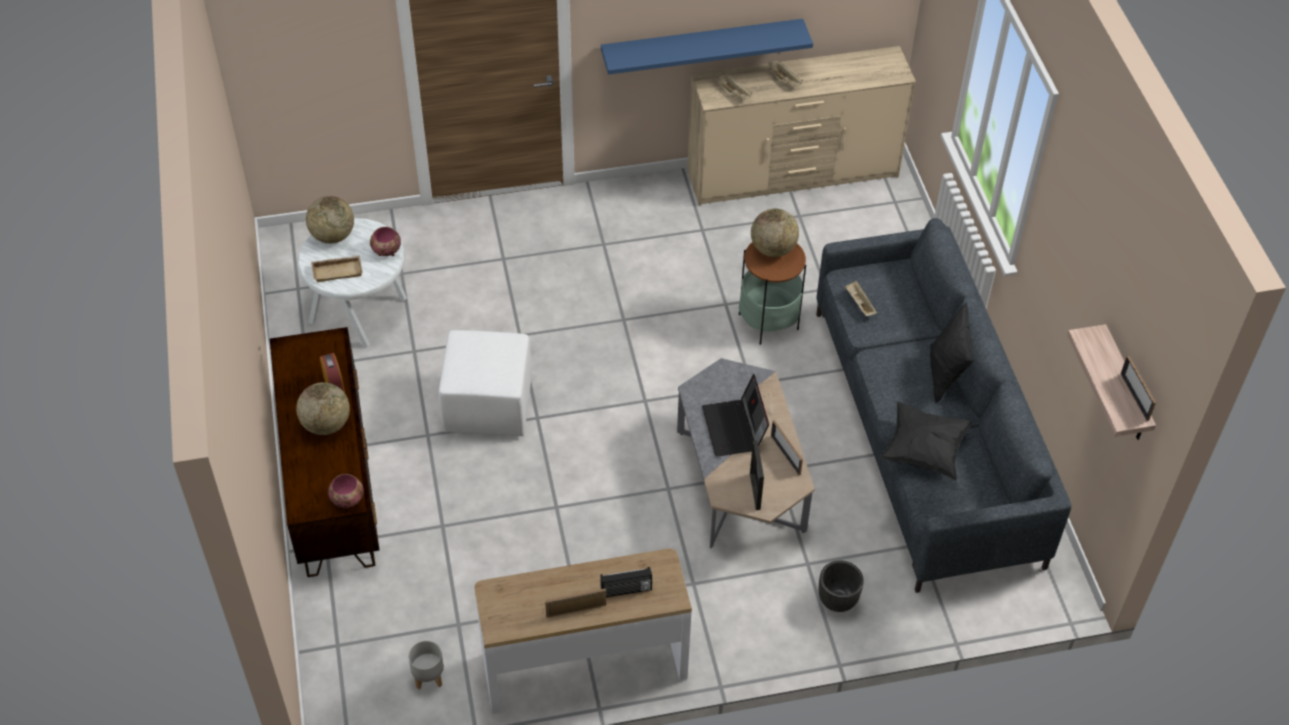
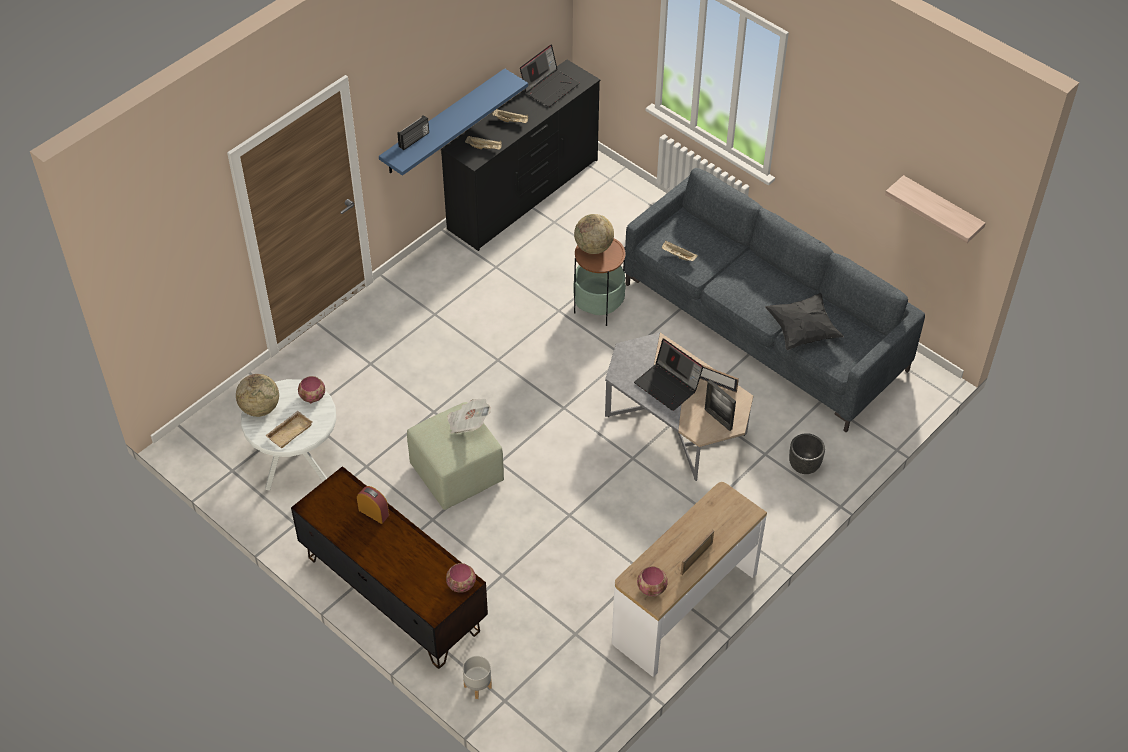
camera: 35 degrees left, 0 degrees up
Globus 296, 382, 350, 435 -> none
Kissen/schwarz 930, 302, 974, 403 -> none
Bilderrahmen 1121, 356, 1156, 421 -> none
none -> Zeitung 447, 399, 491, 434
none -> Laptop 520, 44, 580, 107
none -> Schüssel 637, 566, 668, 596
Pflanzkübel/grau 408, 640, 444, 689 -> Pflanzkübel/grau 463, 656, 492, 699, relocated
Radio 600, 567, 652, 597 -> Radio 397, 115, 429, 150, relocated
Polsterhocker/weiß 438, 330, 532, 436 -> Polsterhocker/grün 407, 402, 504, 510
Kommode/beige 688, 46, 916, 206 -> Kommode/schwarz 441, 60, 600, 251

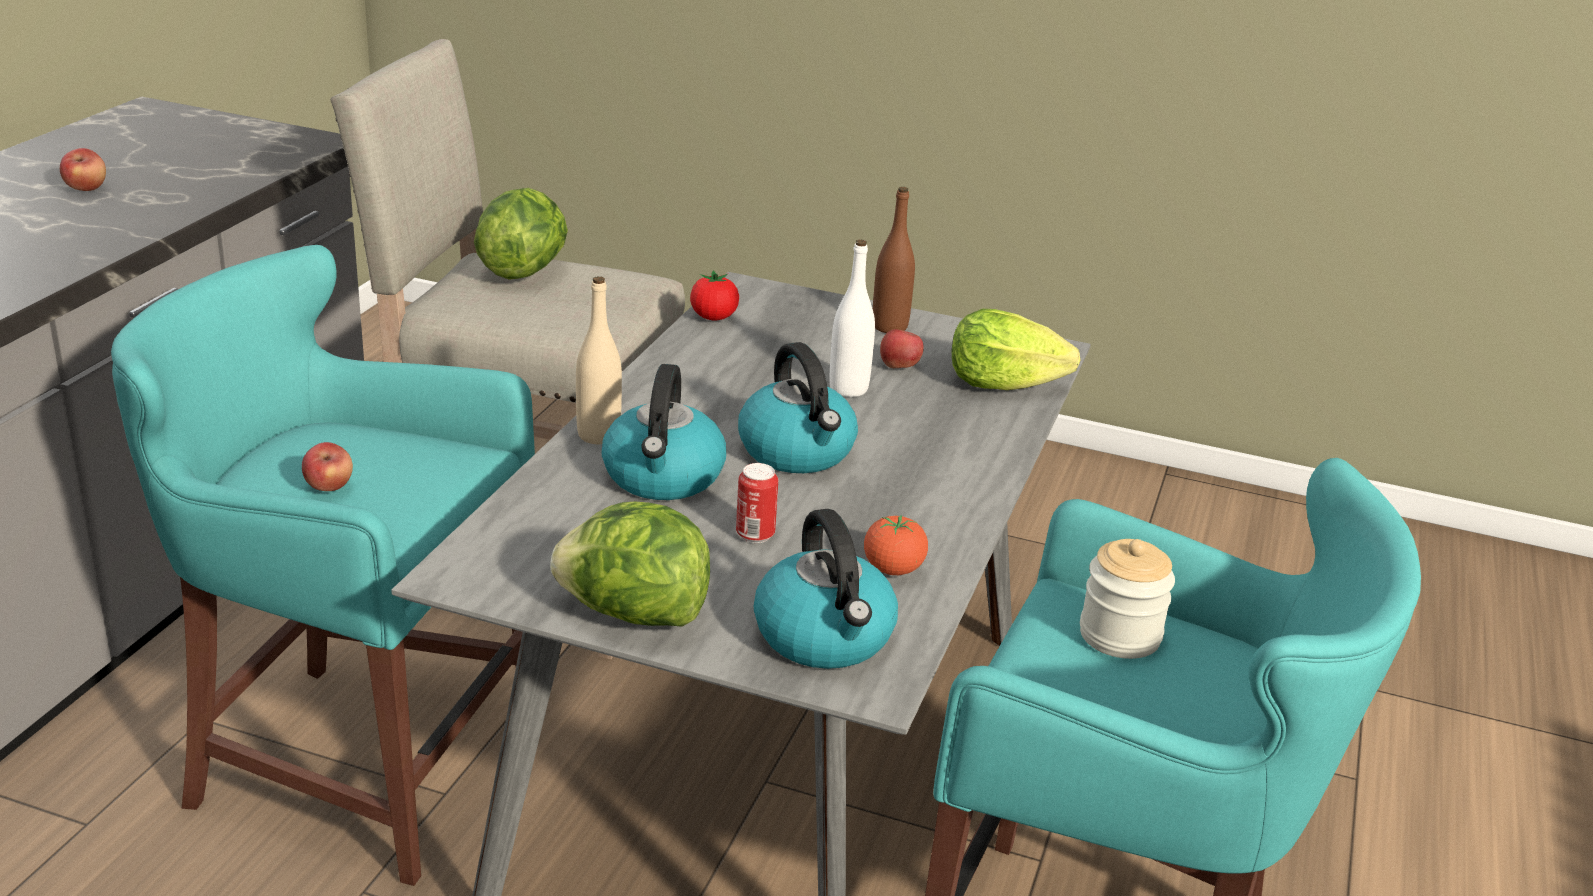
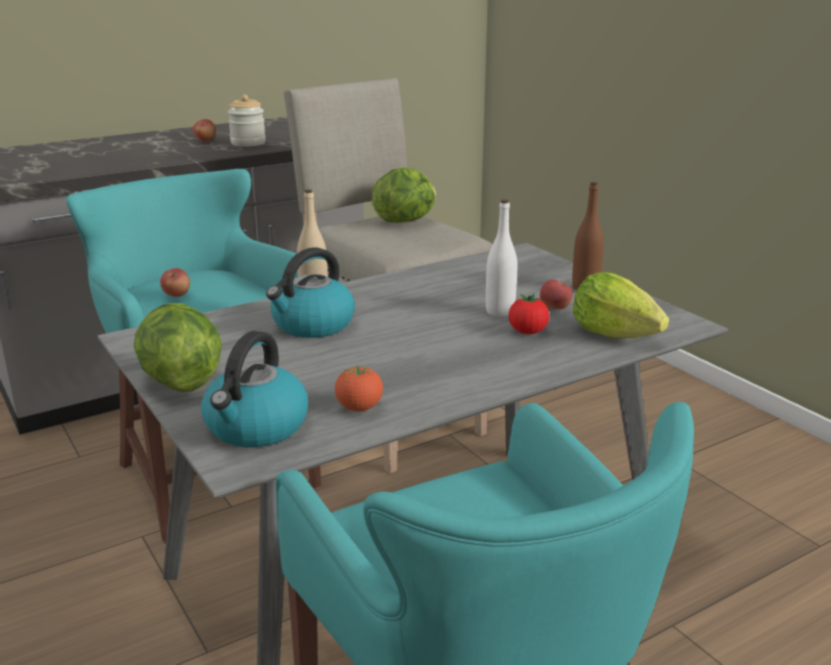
camera: 40 degrees right, 5 degrees down
Dose 736, 463, 778, 543 -> none
Wasserkessel 738, 342, 858, 473 -> none
Tomate 690, 270, 739, 321 -> Tomate 509, 294, 549, 334, relocated
Vorratsglas 1080, 539, 1175, 659 -> Vorratsglas 228, 95, 266, 147, relocated

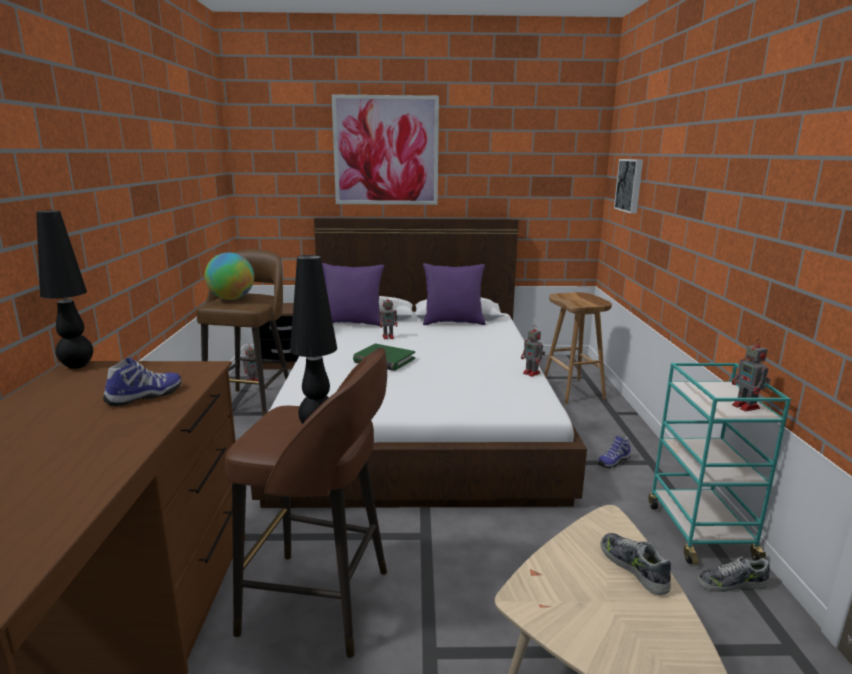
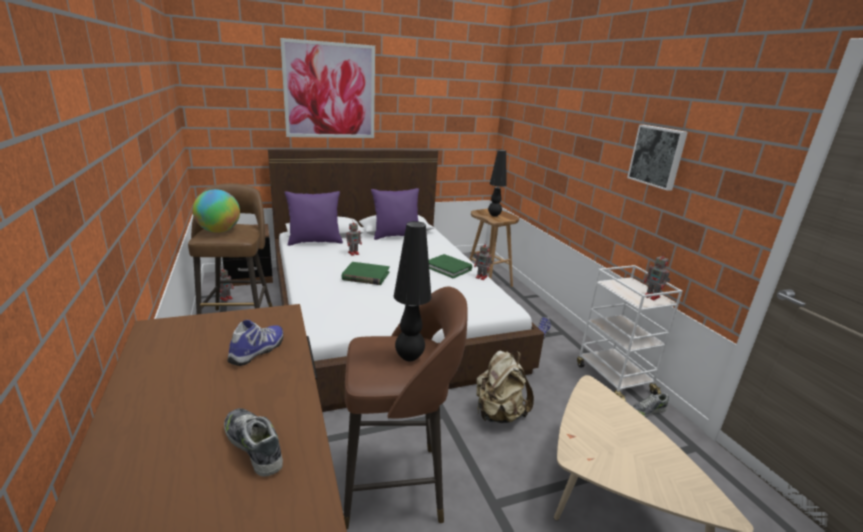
camera: 20 degrees left, 5 degrees up
none -> Buch/grün 429, 254, 472, 278
none -> Rucksack/beige 476, 350, 534, 423
Tischlampe/schwarz 36, 210, 93, 369 -> Tischlampe/schwarz 488, 150, 506, 217, relocated
Schuh 600, 533, 671, 595 -> Schuh 224, 408, 283, 477, relocated
Bild 614, 159, 643, 214 -> Bild 627, 125, 688, 191, relocated
Rollwagen/türkis 648, 363, 791, 565 -> Rollwagen/weiß 577, 265, 683, 401

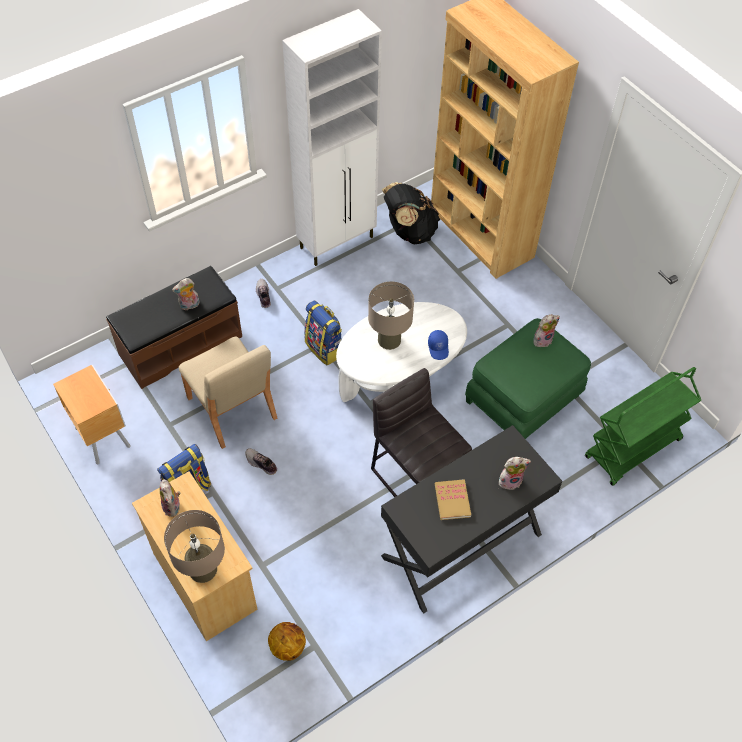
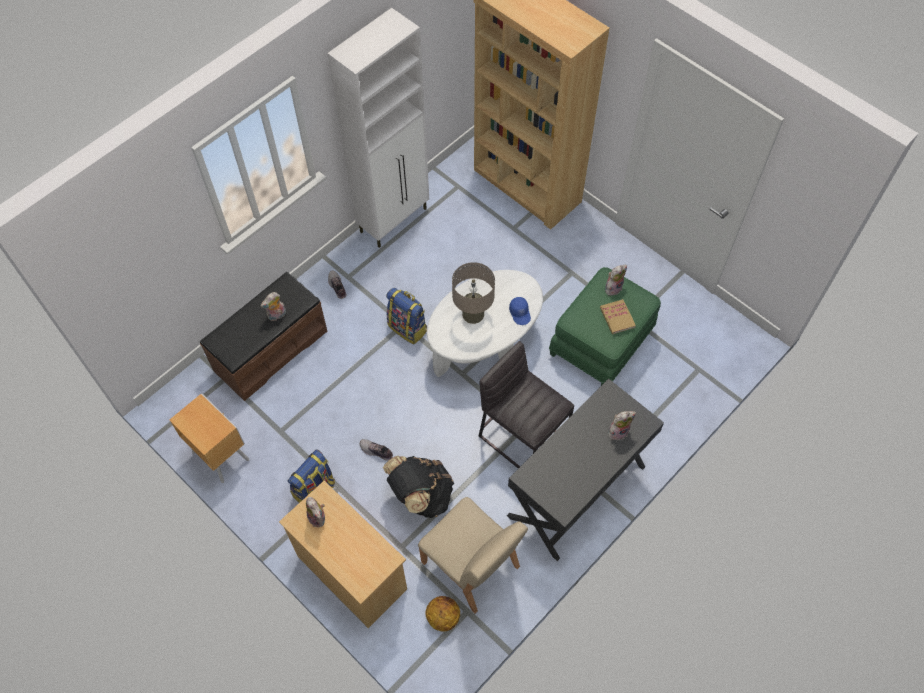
camera: 10 degrees left, 5 degrees up
Tischlampe/beige 164, 510, 225, 583 -> none
Rollwagen/grün 585, 367, 701, 486 -> none
Stuhl/beige 179, 337, 277, 449 -> Stuhl/beige 418, 497, 528, 614, relocated
Rucksack/schwarz 382, 182, 440, 244 -> Rucksack/schwarz 383, 456, 454, 518, relocated
Buch 435, 479, 471, 520 -> Buch 600, 299, 636, 334, relocated

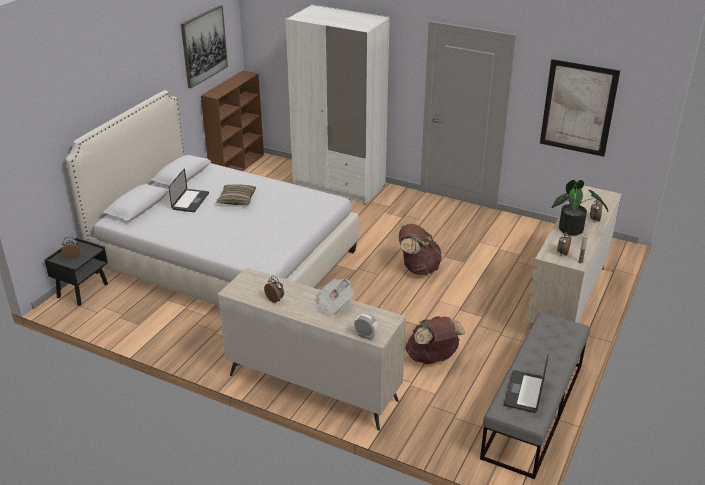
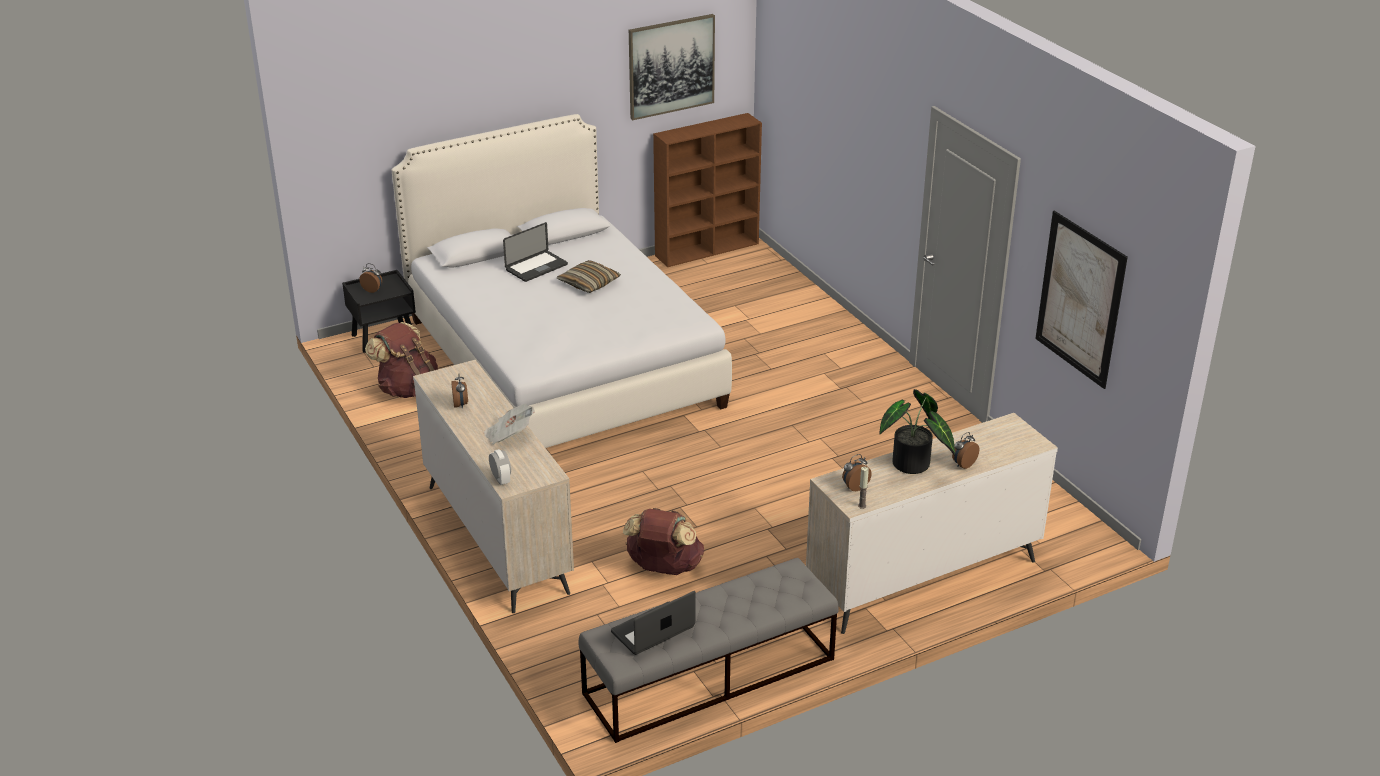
camera: 35 degrees right, 0 degrees up
Kleiderschrank/weiß 286, 5, 390, 205 -> none
Rucksack/braun 399, 224, 442, 275 -> Rucksack/braun 365, 322, 438, 398, relocated

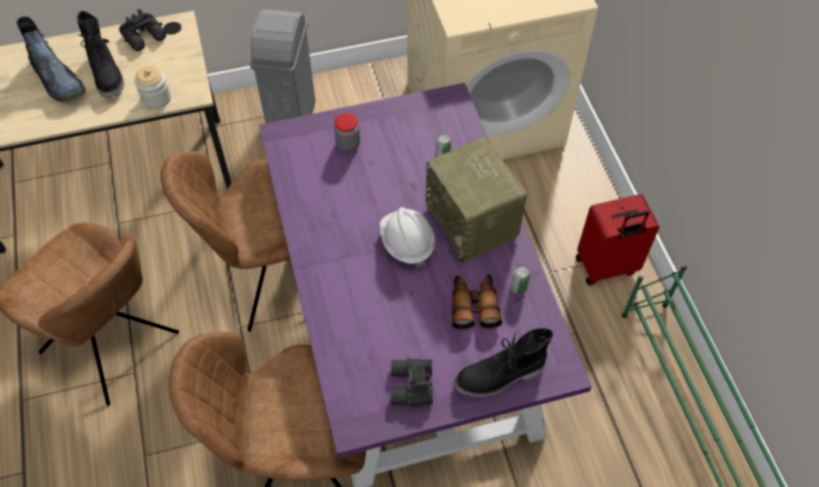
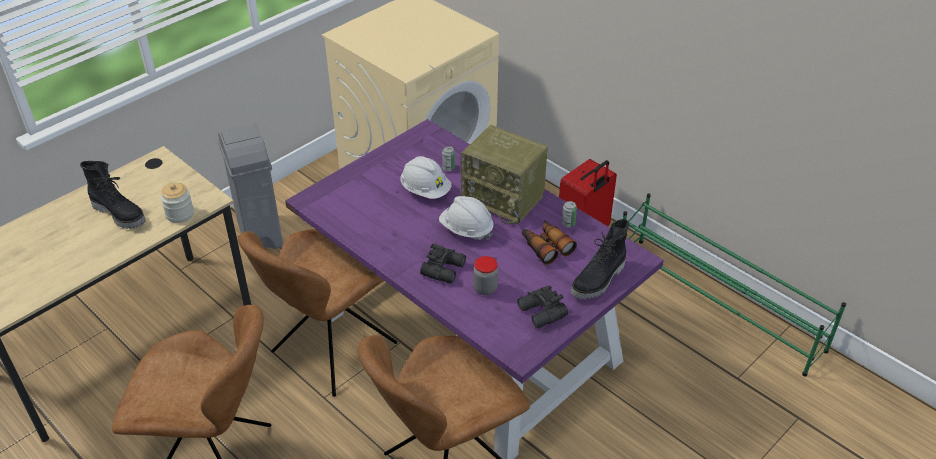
camera: 30 degrees left, 15 degrees down
Stiefel 17, 17, 86, 102 -> none
none -> Schutzhelm/weiß 400, 156, 451, 199
Fernglas/schwarz 119, 9, 166, 51 -> Fernglas/schwarz 420, 243, 466, 284, relocated
Vorratsglas 334, 113, 360, 152 -> Vorratsglas 473, 256, 498, 295, relocated

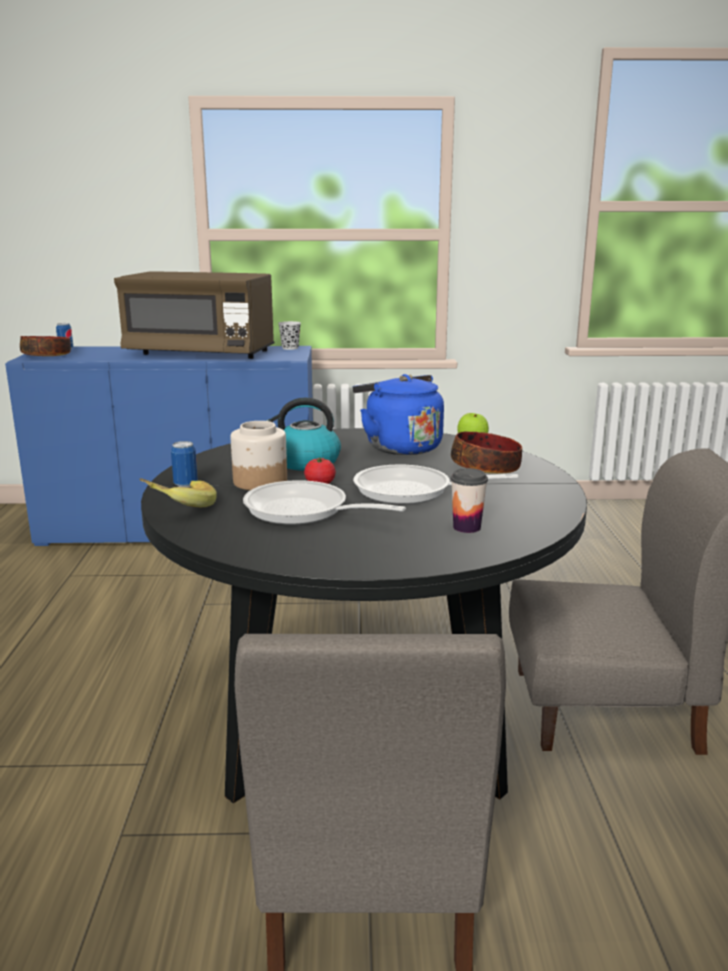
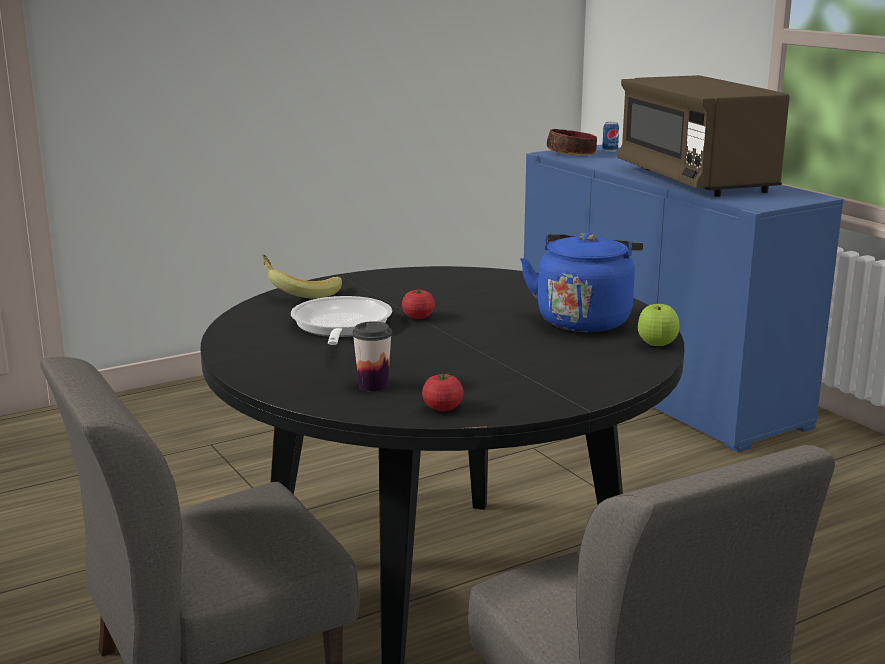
camera: 60 degrees right, 0 degrees up
Dose 171, 441, 198, 487 -> none
Vorratsglas 231, 421, 287, 490 -> none
Wasserkessel 266, 398, 341, 471 -> none
Tasse/schwarz 278, 321, 301, 350 -> none
Pfanne 353, 464, 518, 504 -> none
Schüssel 451, 431, 522, 474 -> none
none -> Tomate 422, 373, 464, 411

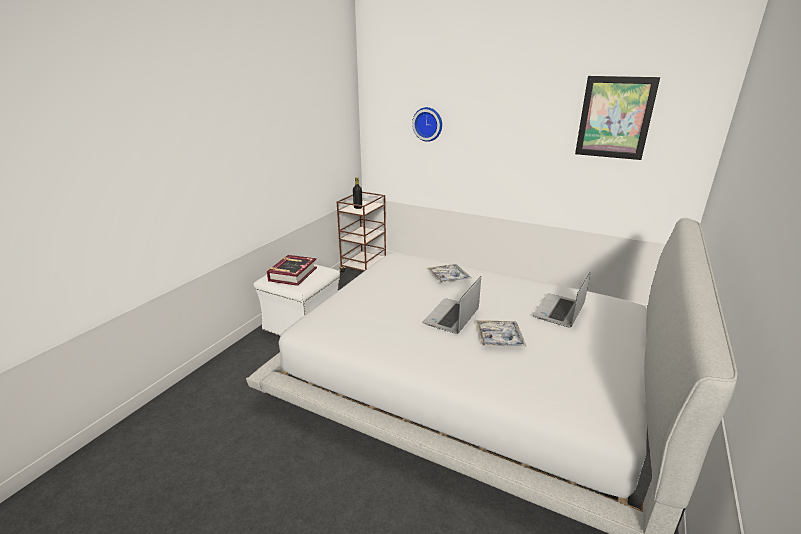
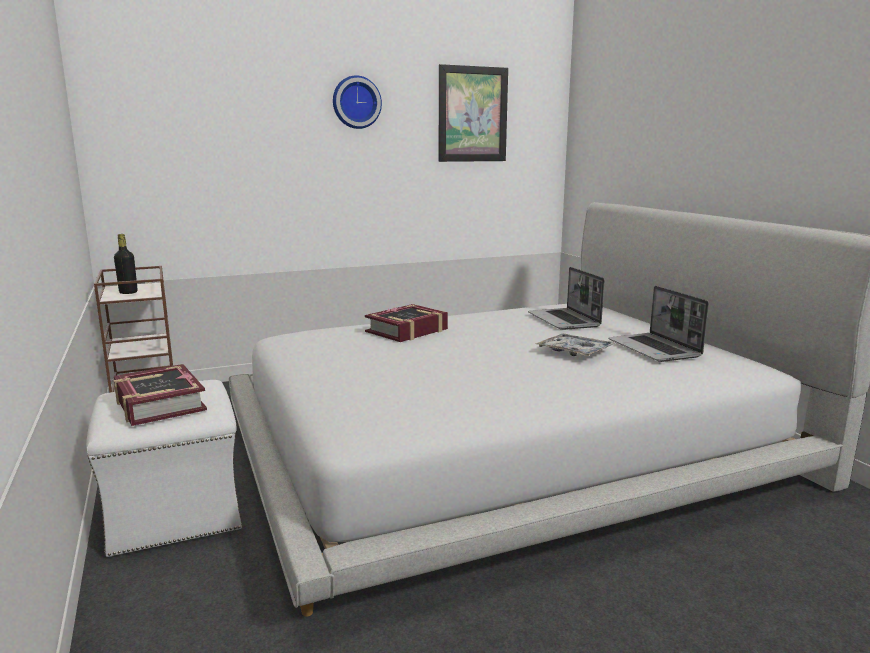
camera: 50 degrees left, 10 degrees down
Wanduhr 412, 107, 442, 142 -> Wanduhr 333, 75, 382, 129, relocated
Laptop 422, 276, 481, 334 -> Laptop 608, 286, 709, 362, relocated
Tablett 428, 264, 471, 283 -> Buch 365, 304, 448, 342

